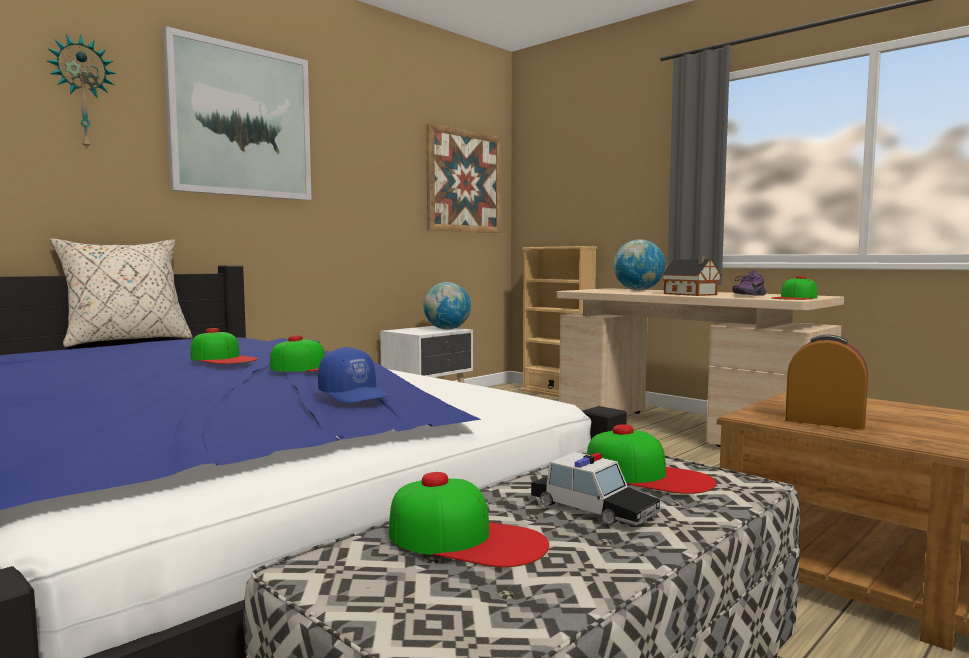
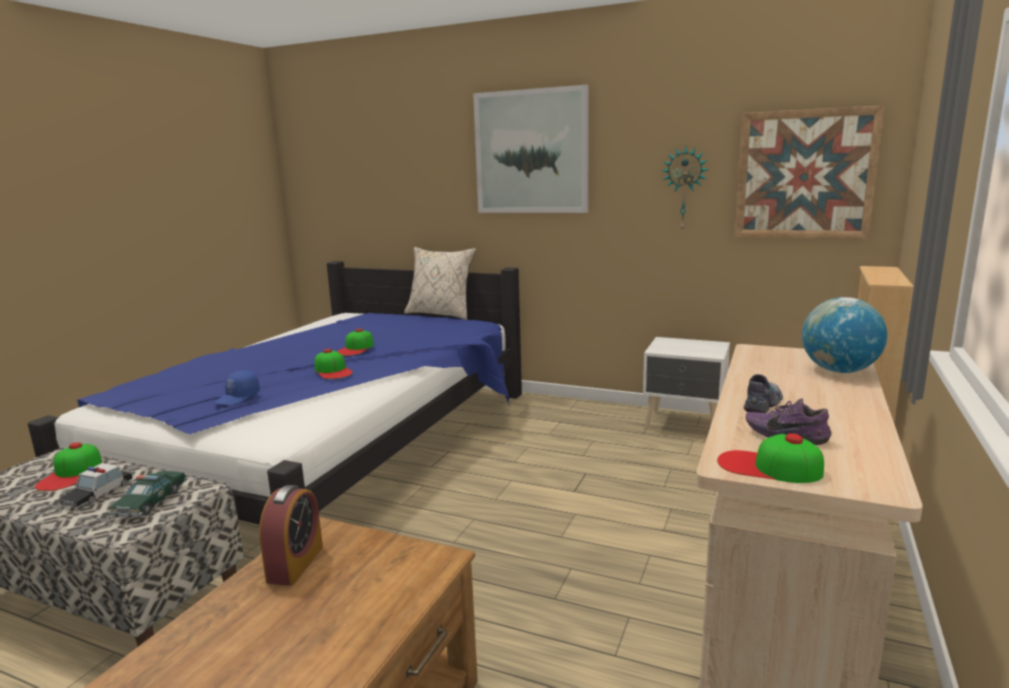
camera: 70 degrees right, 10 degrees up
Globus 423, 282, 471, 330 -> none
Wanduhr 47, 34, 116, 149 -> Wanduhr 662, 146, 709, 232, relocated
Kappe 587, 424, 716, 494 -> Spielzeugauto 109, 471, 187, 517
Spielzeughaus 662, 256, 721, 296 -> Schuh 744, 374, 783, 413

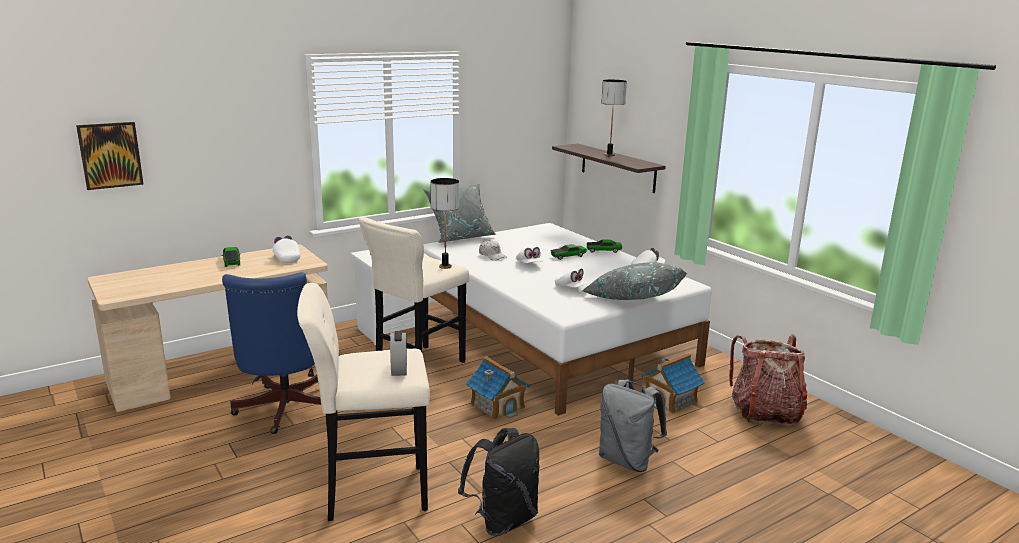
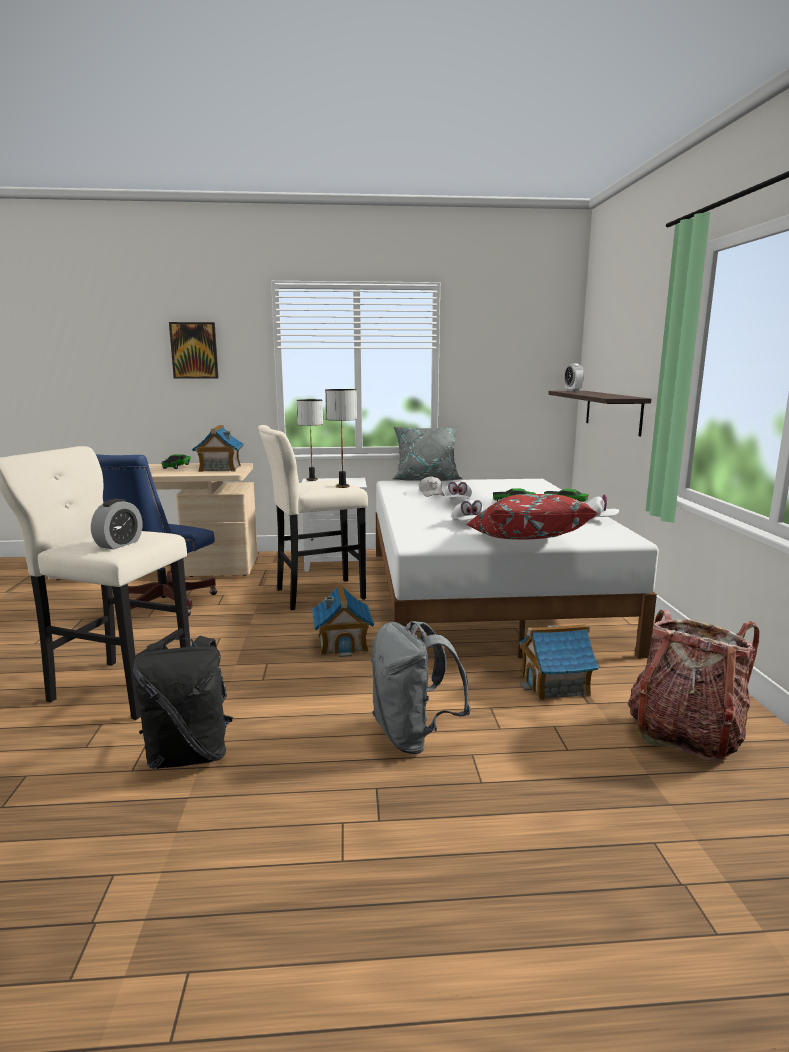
camera: 30 degrees right, 5 degrees down
none -> Wecker 564, 364, 584, 392
Bild 76, 122, 144, 190 -> Bild 169, 322, 219, 378, relocated
Tischlampe 601, 80, 627, 156 -> Tischlampe 297, 399, 323, 481, relocated
Kappe/weiß 272, 235, 300, 263 -> Spielzeughaus 192, 425, 244, 472
Kissen/grau 582, 262, 688, 300 -> Kissen/rot 466, 494, 599, 539

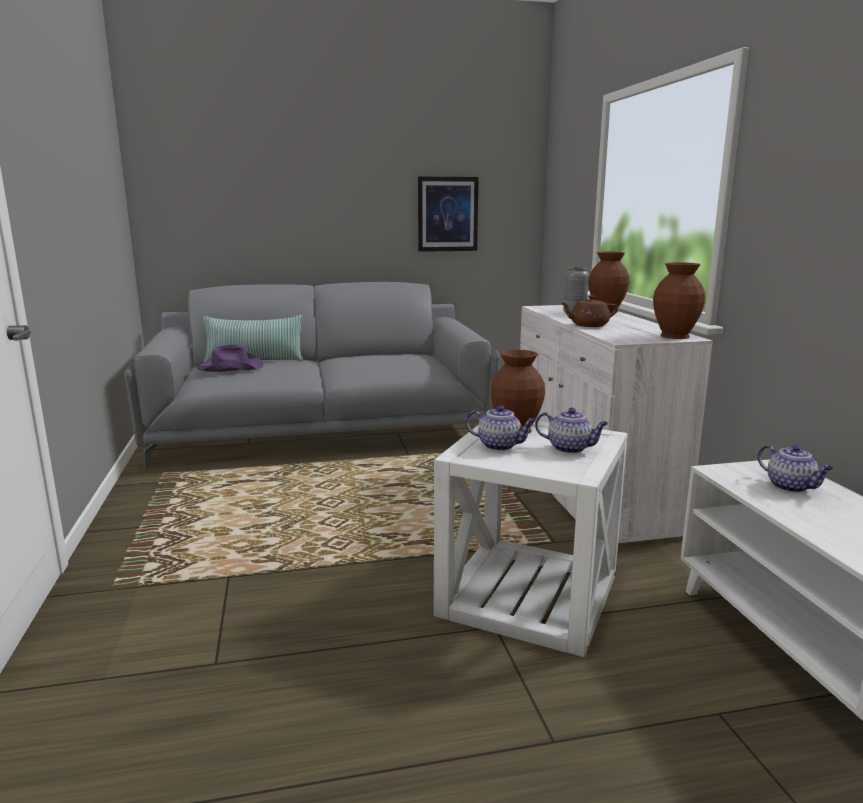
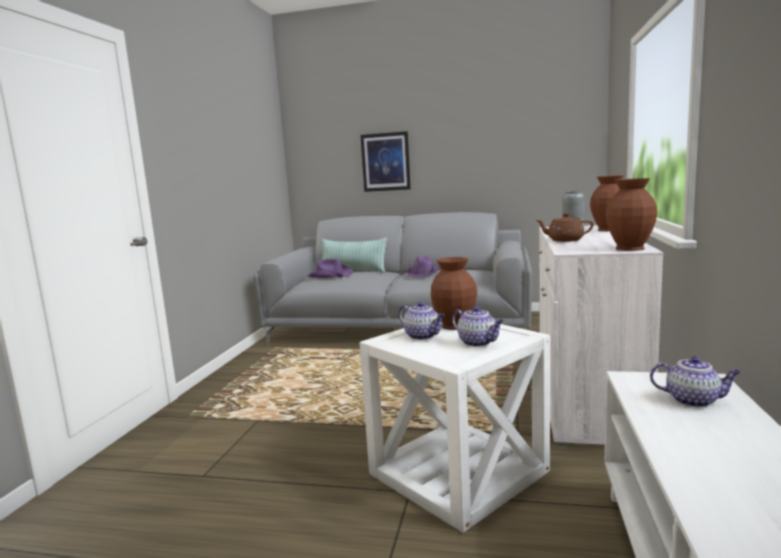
camera: 25 degrees right, 5 degrees down
none -> Hut/lila 408, 256, 439, 277
Bild 418, 176, 479, 252 -> Bild 360, 131, 411, 192, relocated
Teekanne 758, 445, 834, 492 -> Teekanne 650, 356, 741, 407, 60 degrees counterclockwise

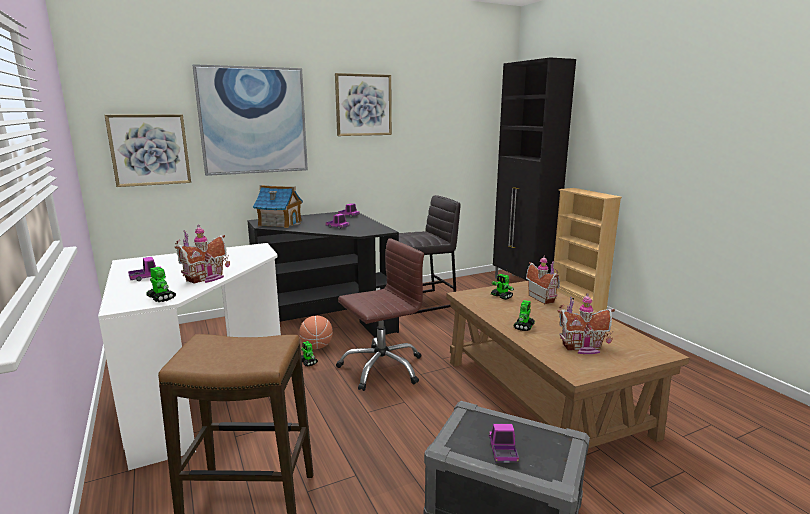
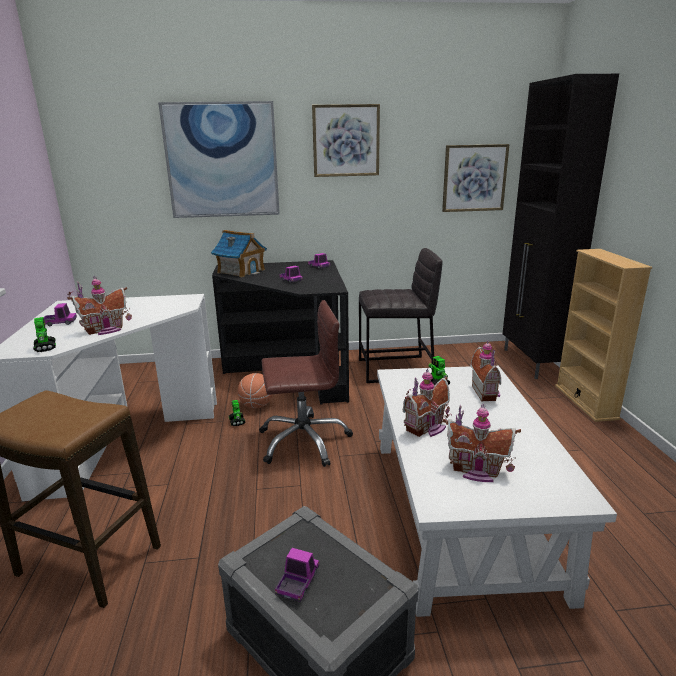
camera: 20 degrees right, 5 degrees up
Bild 105, 114, 191, 187 -> Bild 442, 144, 510, 212, relocated
Spielzeugroboter 513, 300, 535, 331 -> Spielzeughaus 403, 368, 450, 437
Couchtisch/braun 446, 281, 689, 449 -> Couchtisch/weiß 377, 366, 617, 617

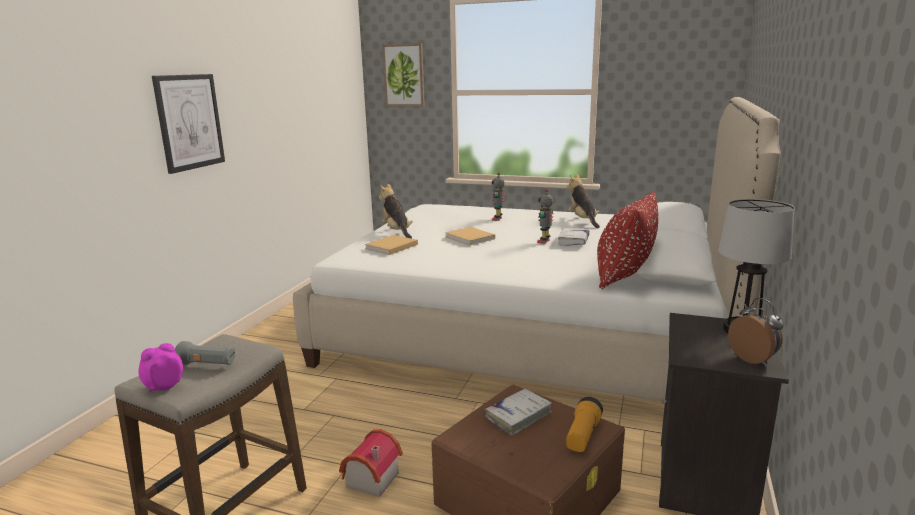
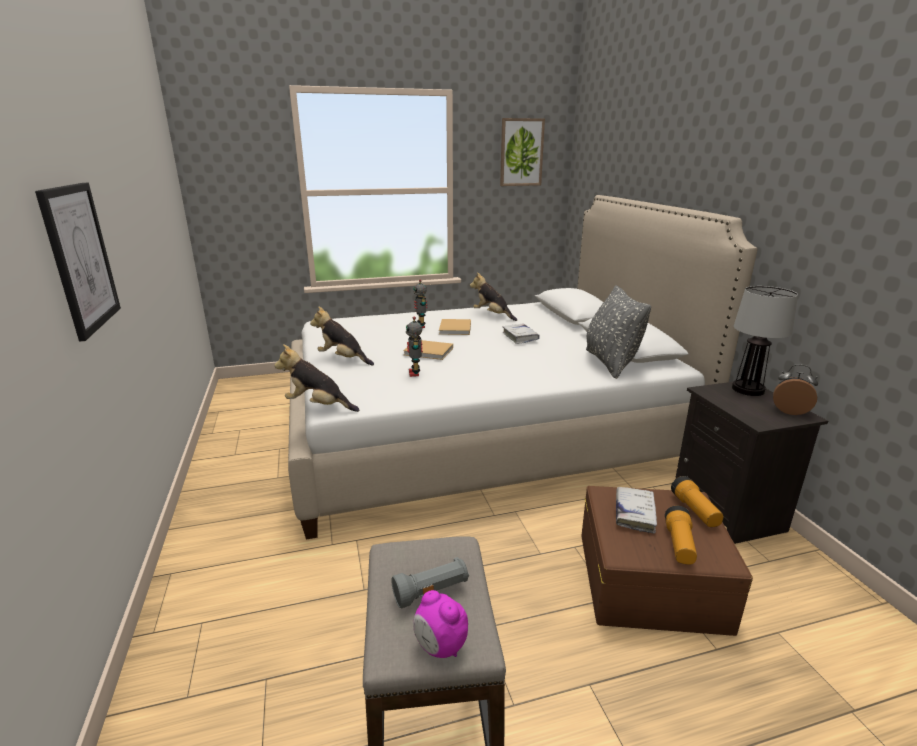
camera: 35 degrees left, 5 degrees up
Spielzeughaus 339, 429, 403, 497 -> none
none -> Plüschtier 274, 344, 359, 412
none -> Taschenlampe 665, 506, 697, 565
Buch/beige 365, 235, 418, 255 -> Buch/beige 439, 319, 471, 335, relocated
Bild 382, 43, 425, 106 -> Bild 500, 118, 545, 186, relocated
Spielzeugroboter 537, 189, 554, 244 -> Spielzeugroboter 406, 316, 423, 377, relocated
Kissen/rot 597, 192, 658, 289 -> Kissen/grau 586, 285, 651, 379
Wecker 138, 343, 183, 392 -> Wecker 413, 590, 468, 658, 60 degrees counterclockwise

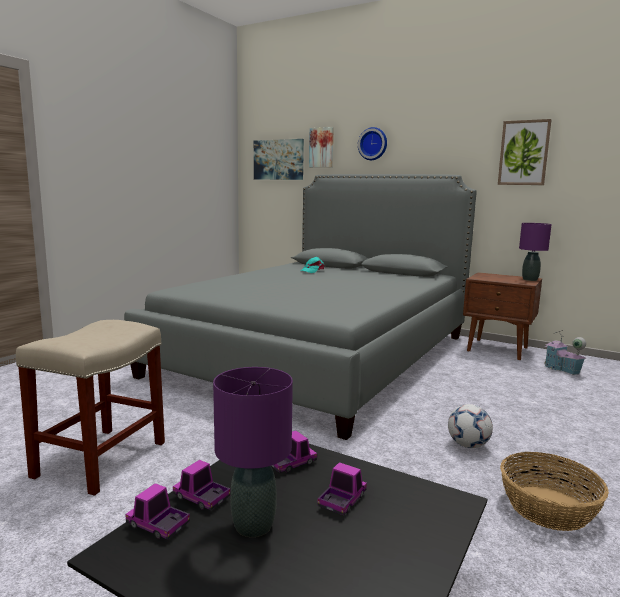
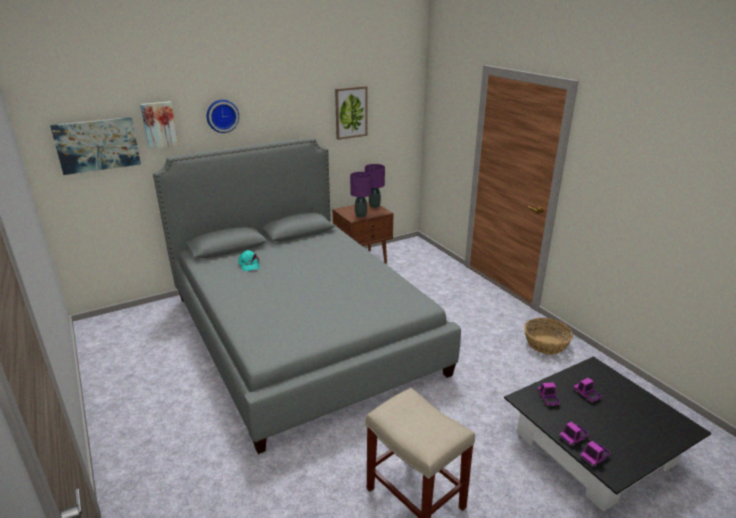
camera: 60 degrees left, 15 degrees up
Fußball 448, 404, 493, 448 -> none
Spielzeughaus 544, 330, 586, 375 -> none
Tischlampe/lila 213, 367, 293, 537 -> Tischlampe/lila 350, 172, 371, 218, relocated

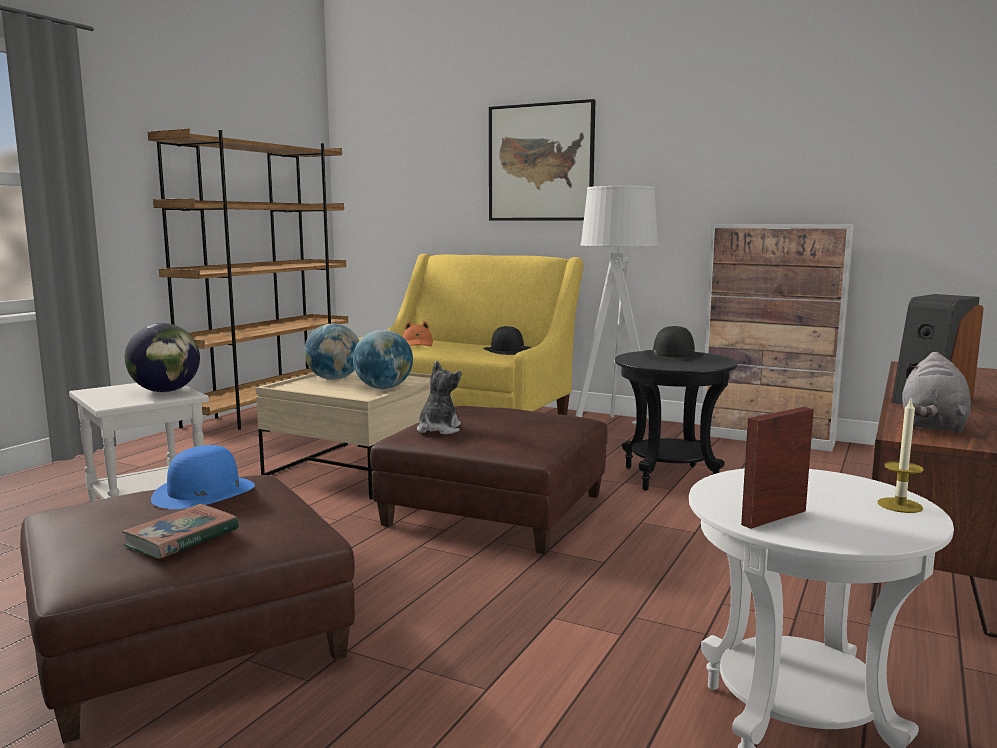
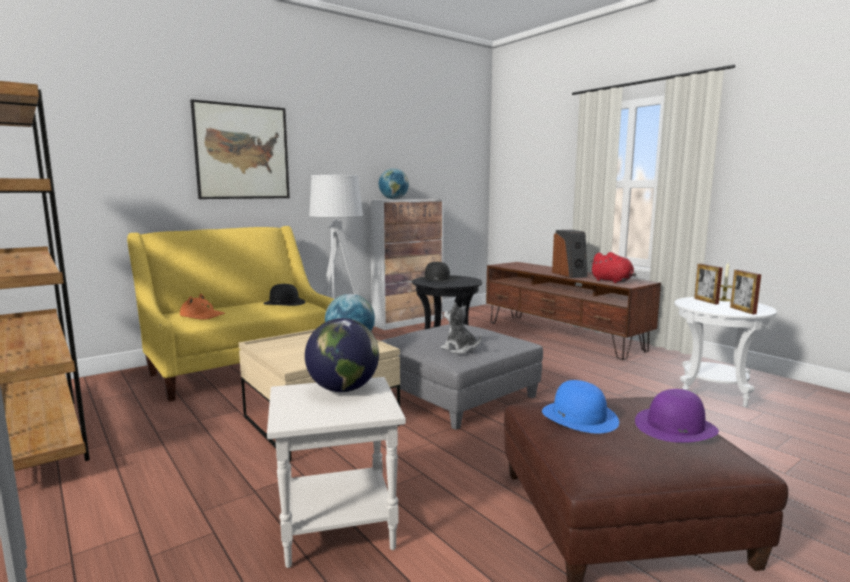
camera: 65 degrees left, 0 degrees up
none -> Bilderrahmen 694, 264, 723, 304
Globus 304, 324, 359, 380 -> Globus 379, 168, 409, 199, relocated
Buch 122, 504, 239, 559 -> Hut/lila 635, 389, 719, 443
Polsterhocker/braun 370, 406, 608, 554 -> Polsterhocker/grau 381, 324, 543, 430
Plüschtier/grau 902, 352, 971, 433 -> Plüschtier/rot 590, 252, 636, 283

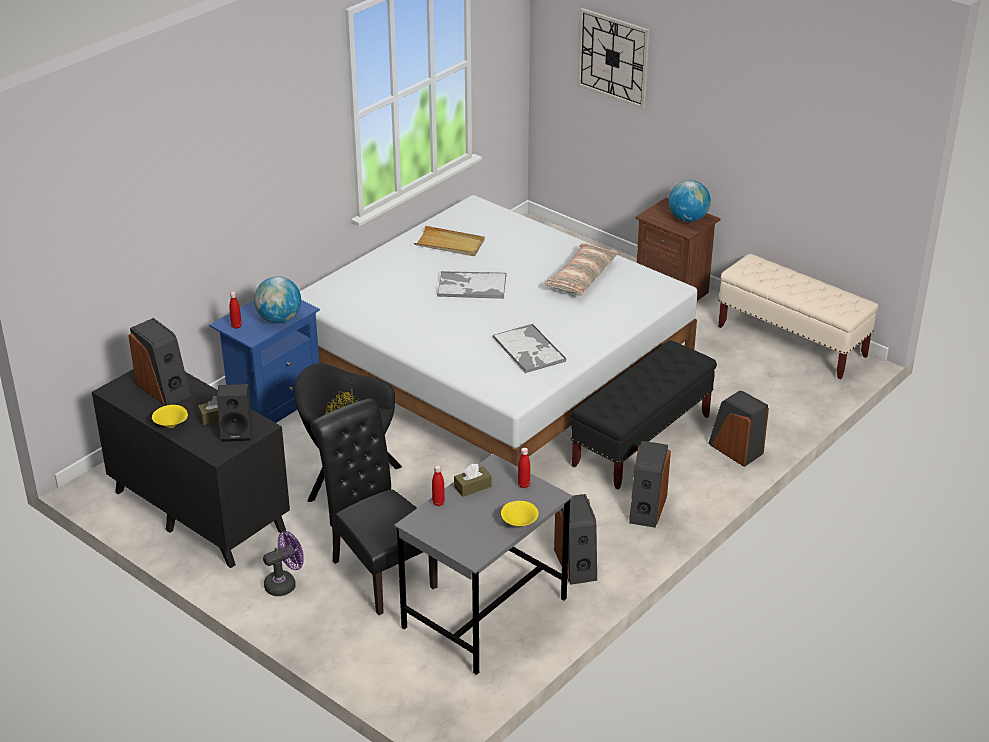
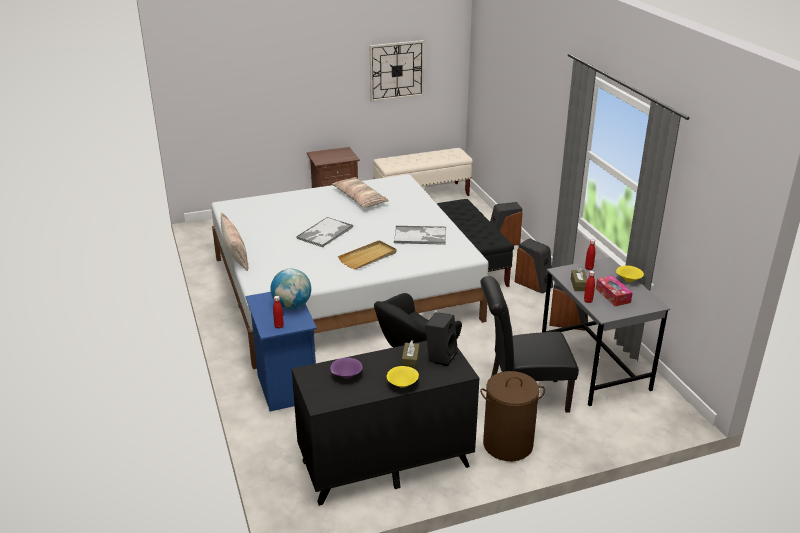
camera: 60 degrees left, 5 degrees down
Globus 669, 180, 711, 222 -> none
none -> Kissen 221, 213, 248, 271
none -> Taschentuchbox 596, 276, 633, 306
Tablett/beige 414, 226, 485, 256 -> Tablett/beige 338, 240, 397, 269, relocated
Wanduhr 577, 8, 650, 109 -> Wanduhr 370, 40, 424, 102, relocated
Lautsprecher 128, 318, 191, 405 -> Schüssel/lila 330, 358, 363, 378
Ventilator/lila 263, 531, 304, 596 -> Wäschekorb/braun 480, 371, 545, 461

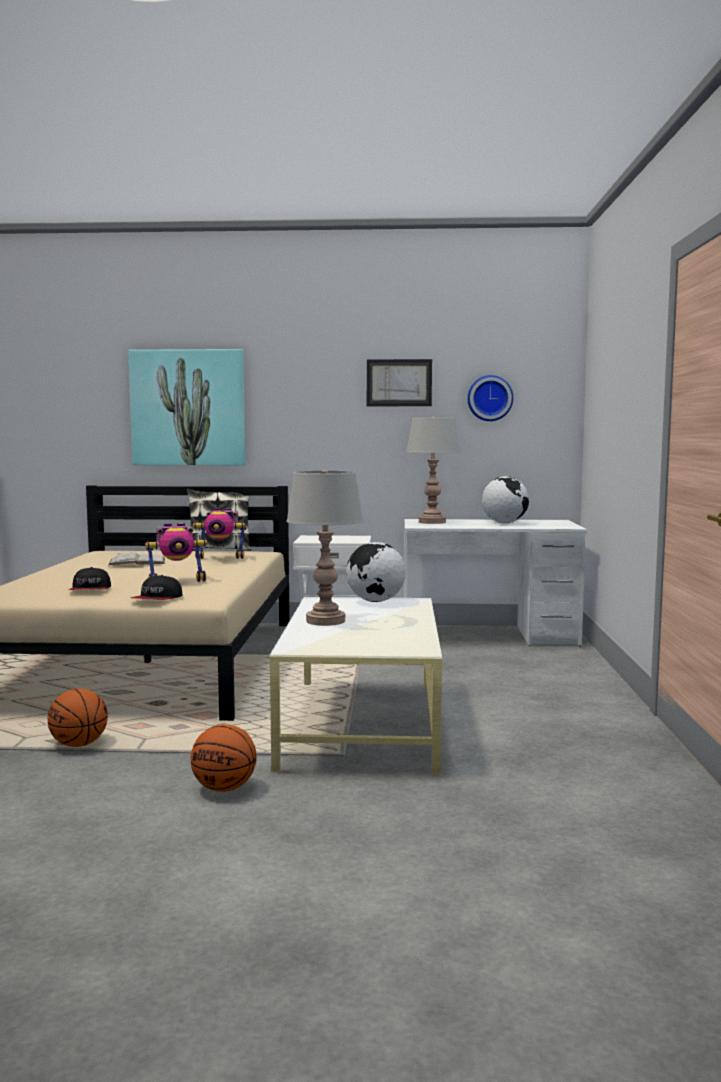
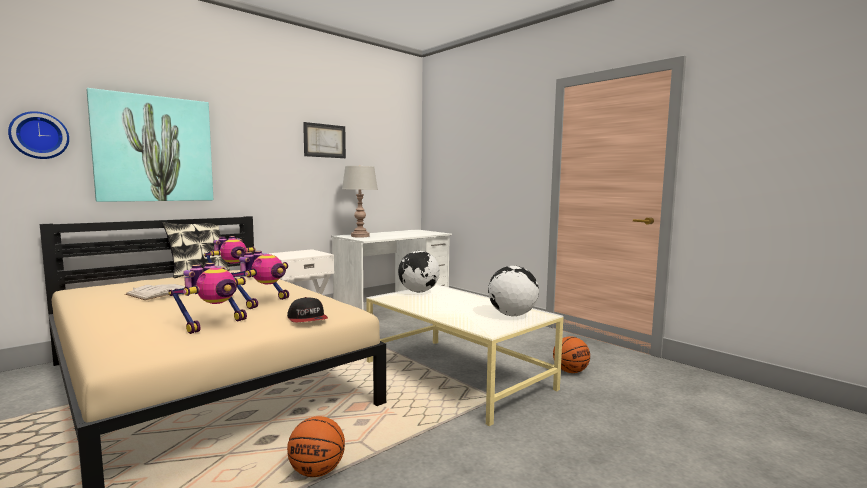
camera: 45 degrees left, 0 degrees up
Tischlampe/grau 286, 470, 363, 626 -> none
Basketball 191, 724, 256, 792 -> Basketball 553, 336, 590, 373, relocated
Wanduhr 468, 375, 513, 421 -> Wanduhr 8, 111, 69, 159, relocated
Globus 482, 476, 529, 523 -> Globus 488, 266, 539, 316, relocated
Kappe 69, 567, 111, 590 -> Spielzeugroboter 169, 263, 247, 334

